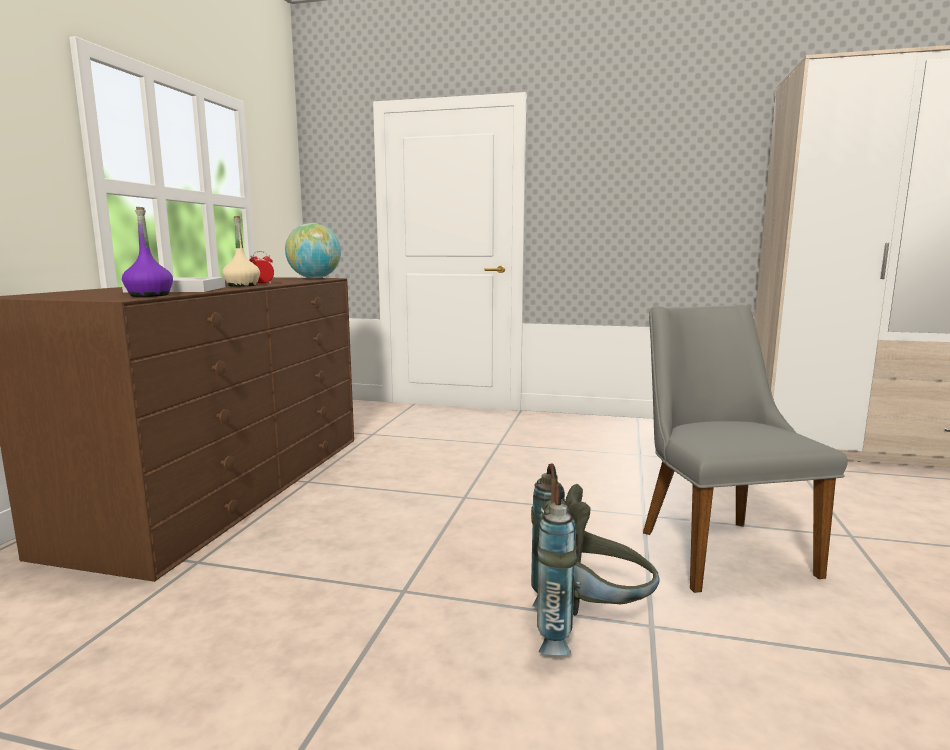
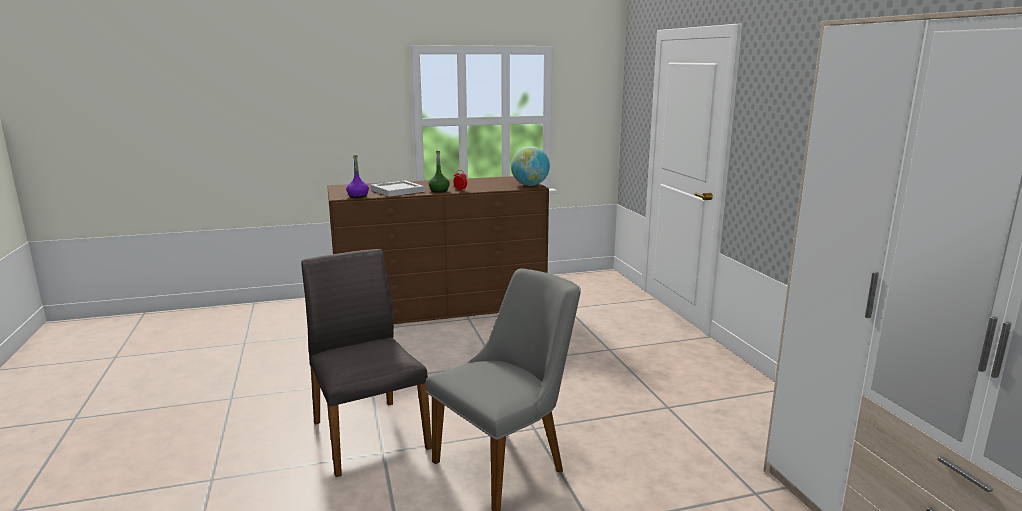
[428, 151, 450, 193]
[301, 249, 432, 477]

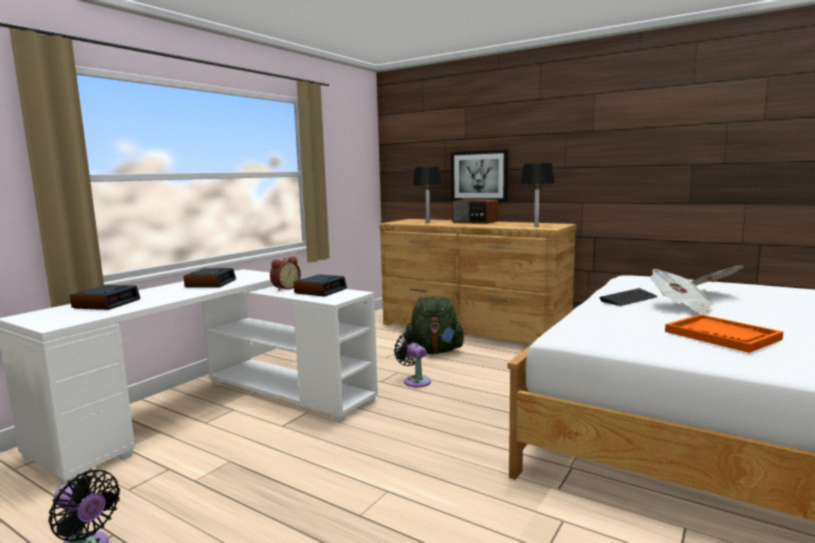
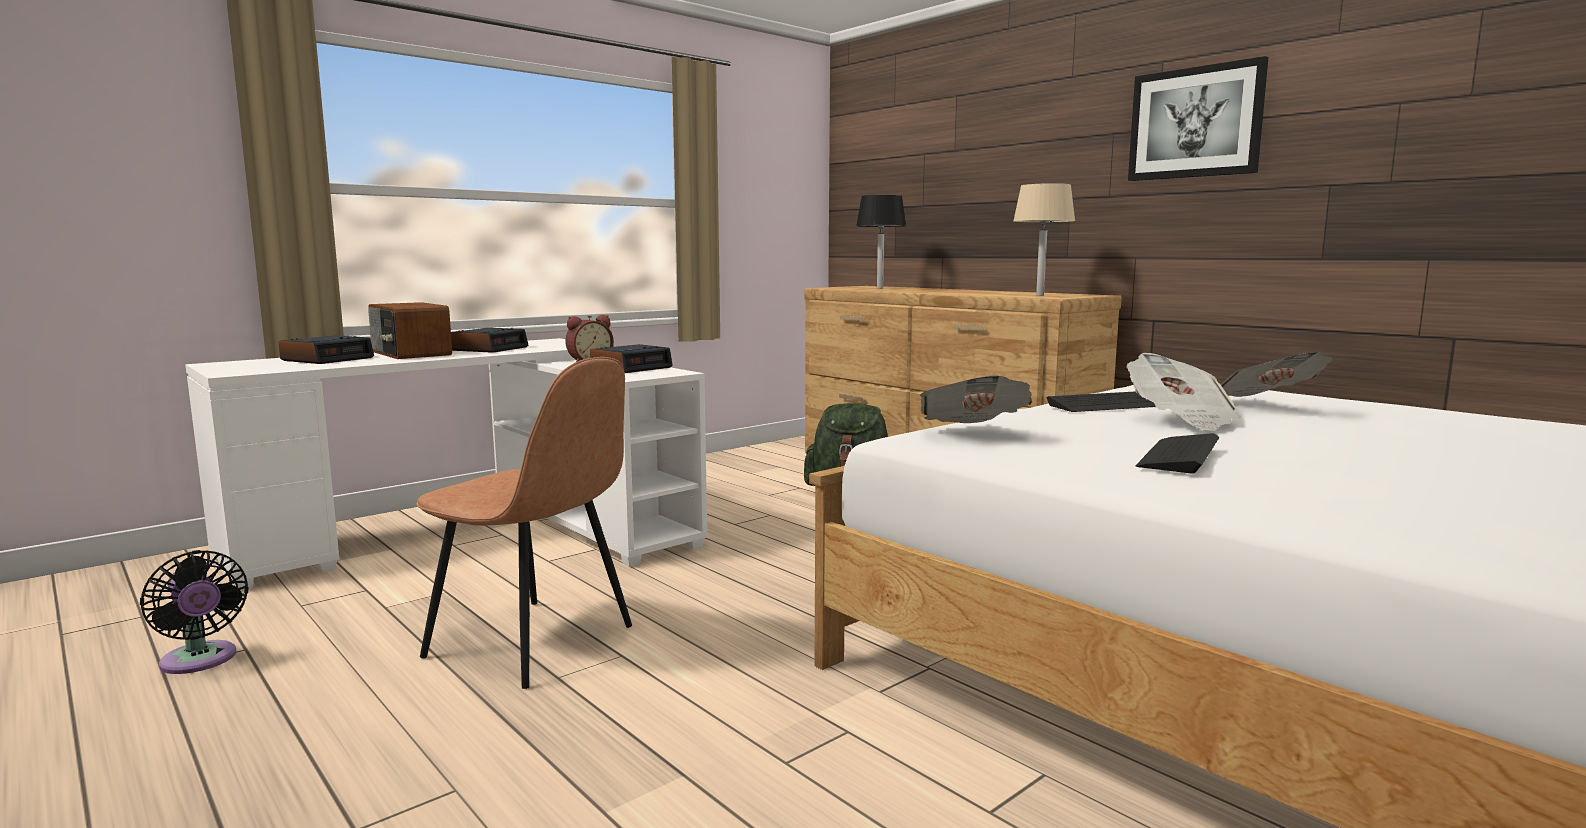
[394, 330, 431, 387] (first image)
[1128, 56, 1269, 181]
[368, 302, 452, 359]
[1013, 183, 1075, 296]
[1135, 433, 1219, 474]
[416, 357, 632, 689]
[920, 376, 1033, 423]

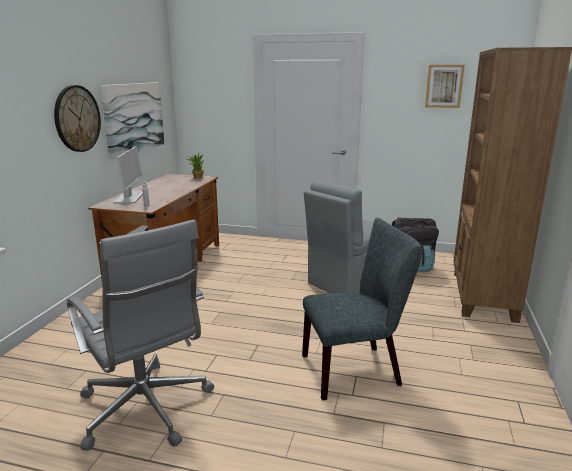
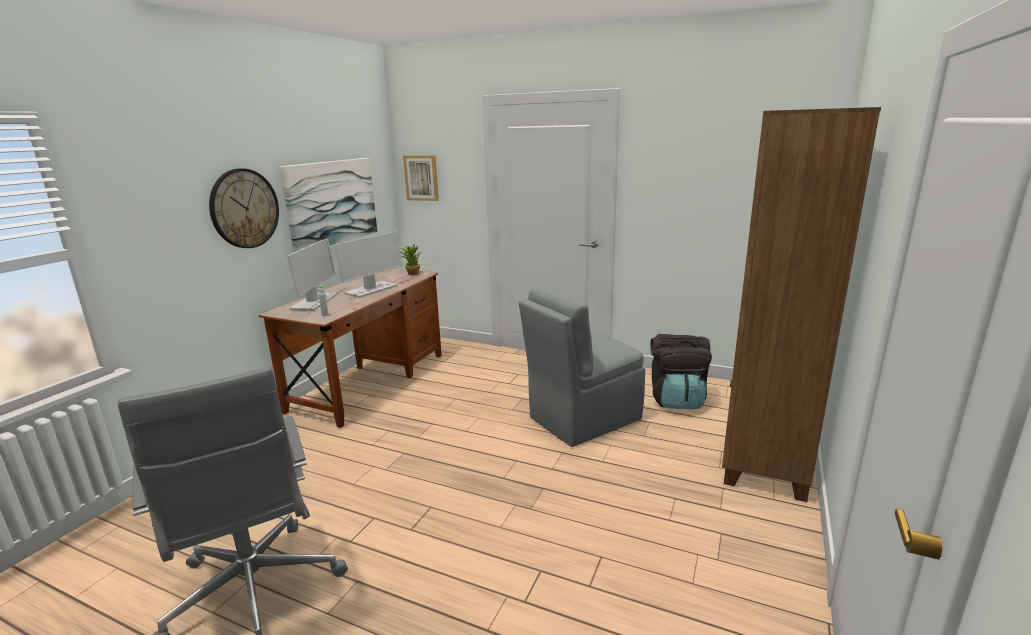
[302, 218, 422, 400] (first image)
[403, 155, 439, 201]
[334, 231, 402, 298]

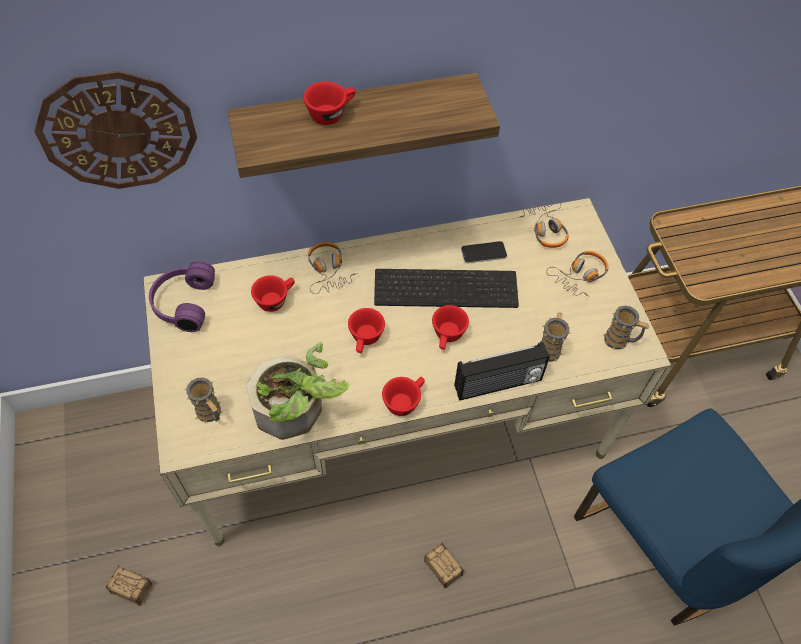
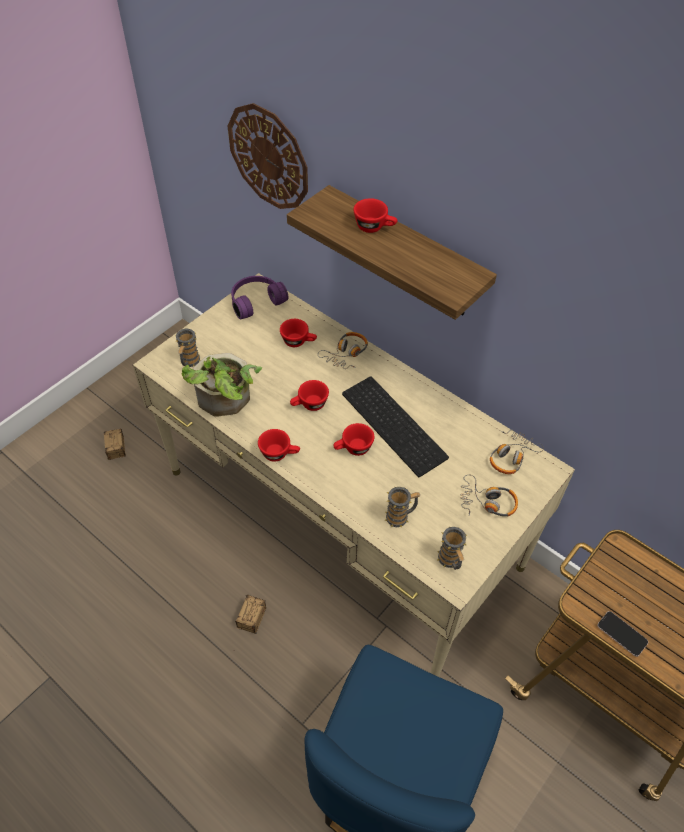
[454, 342, 550, 401] (first image)
[597, 611, 648, 657]

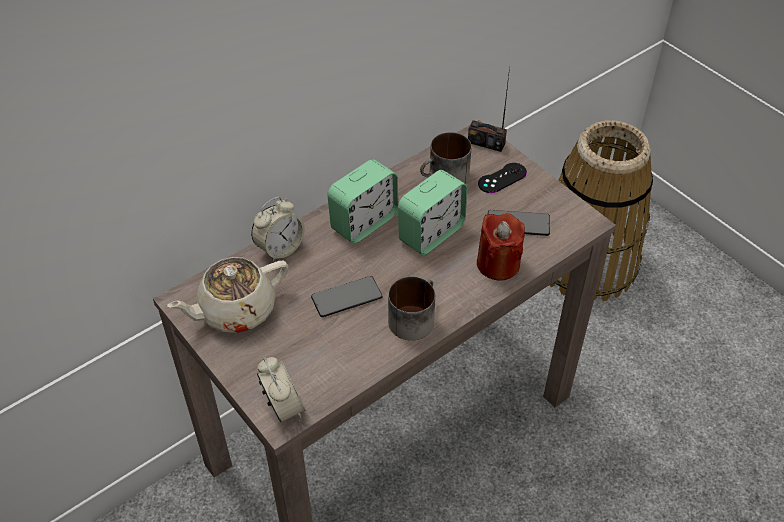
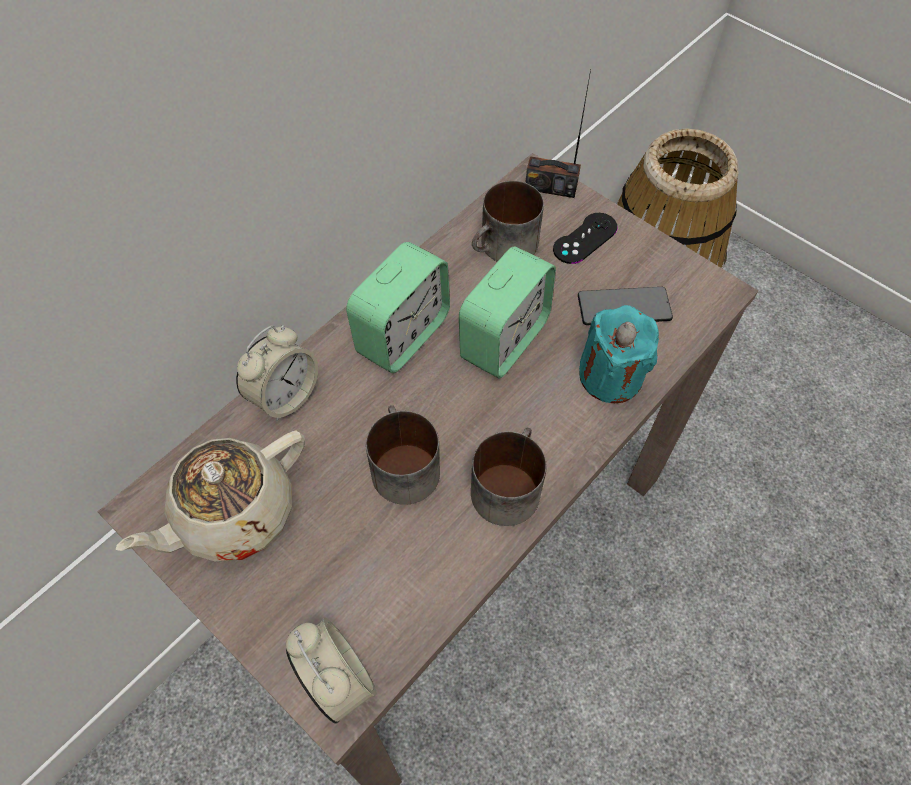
[366, 405, 440, 505]
[579, 305, 659, 403]

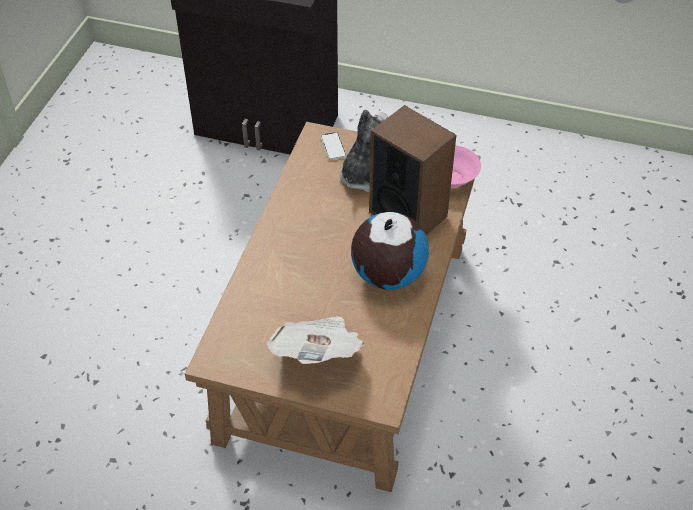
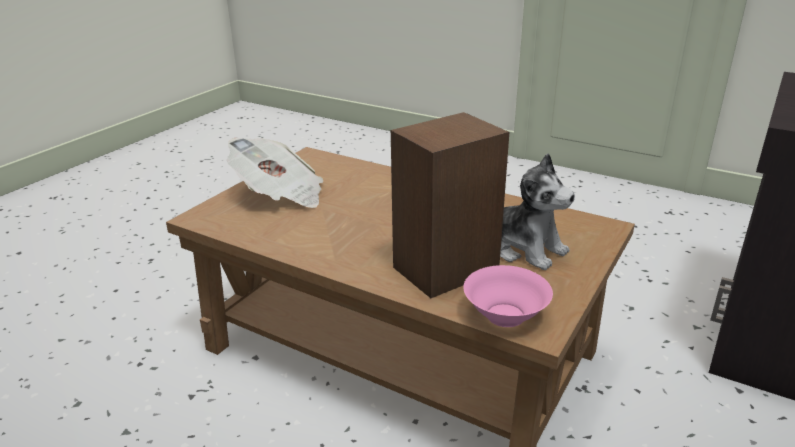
[320, 132, 347, 160] (first image)
[351, 212, 429, 290] (first image)

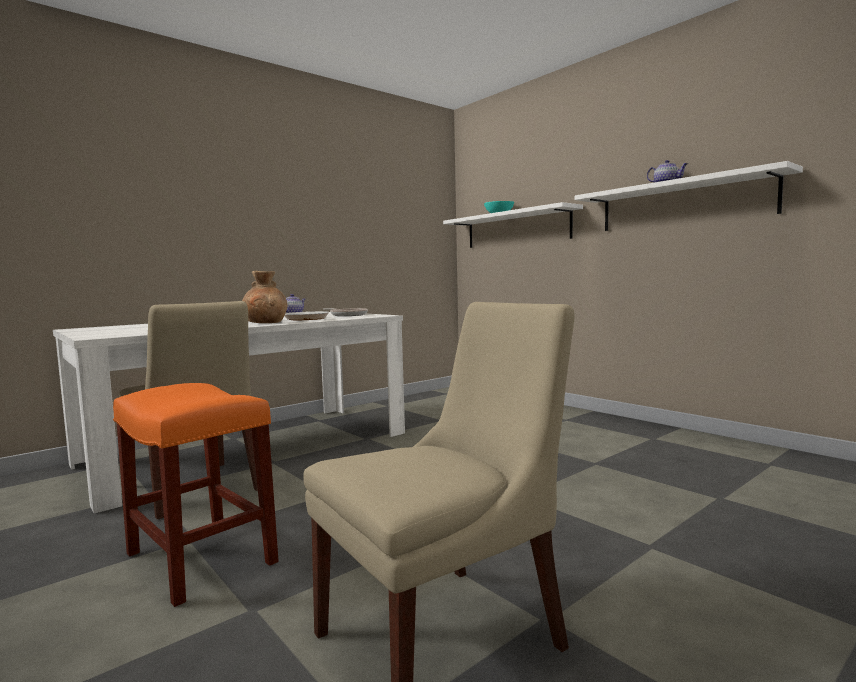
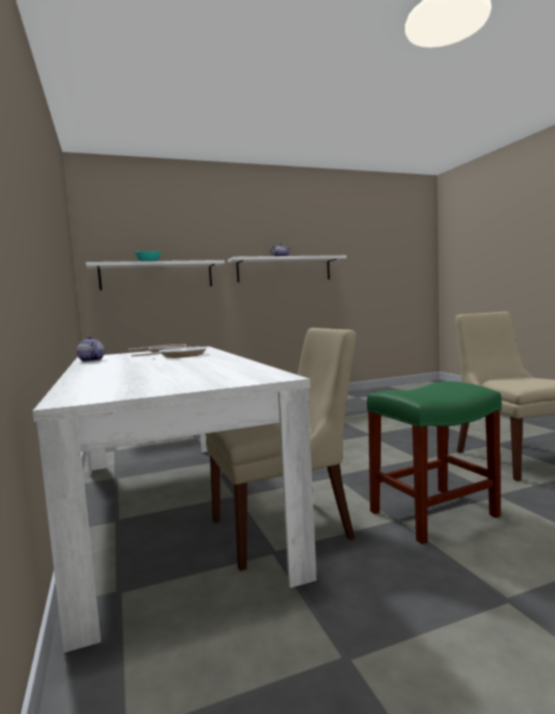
[367, 381, 502, 544]
[242, 271, 287, 323] (first image)

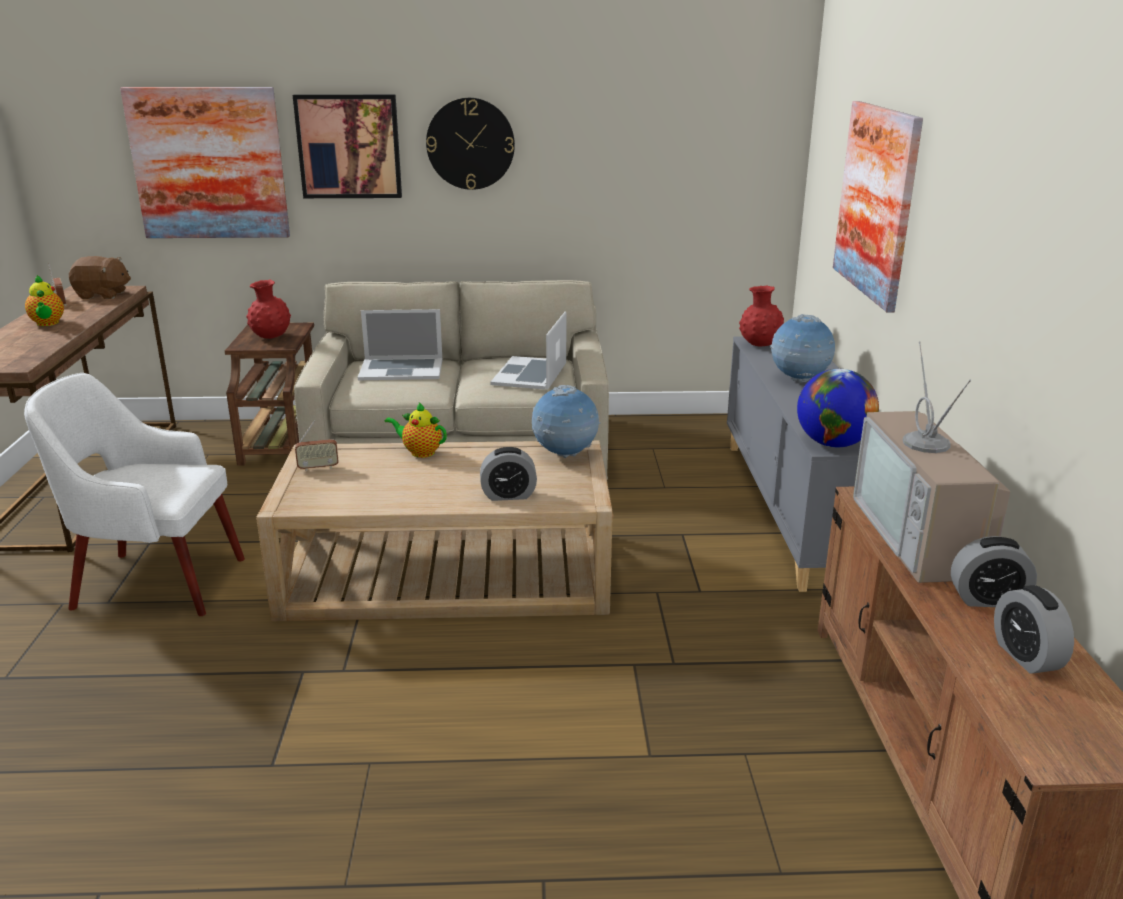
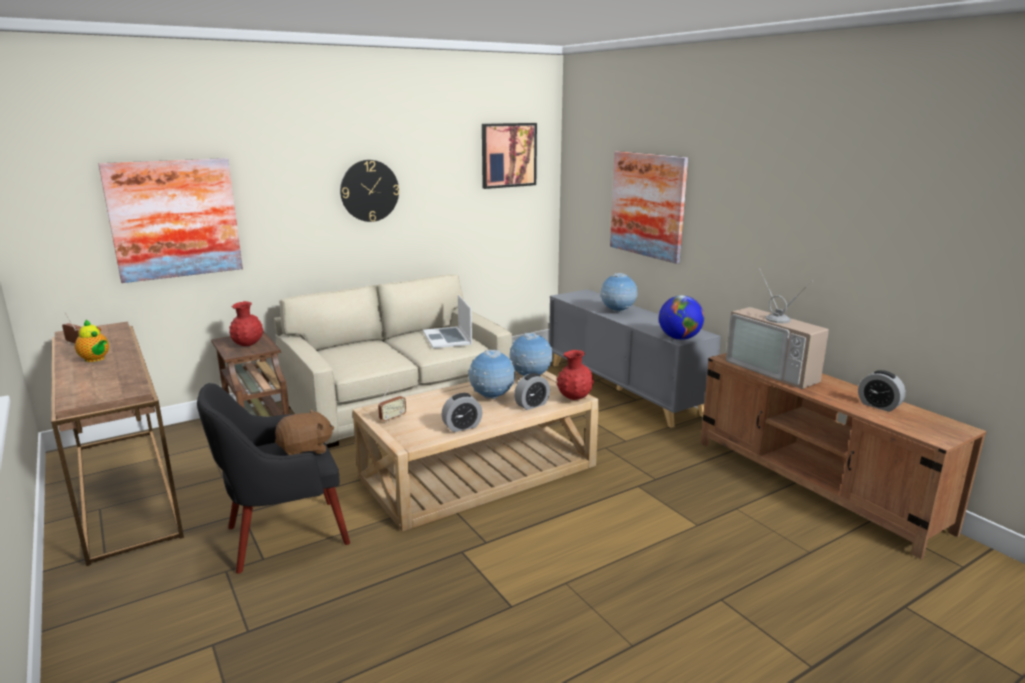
[197, 383, 350, 574]
[275, 409, 334, 455]
[482, 123, 537, 189]
[358, 309, 442, 380] (first image)
[385, 402, 447, 458] (first image)
[557, 350, 594, 400]
[441, 393, 482, 432]
[468, 350, 515, 399]

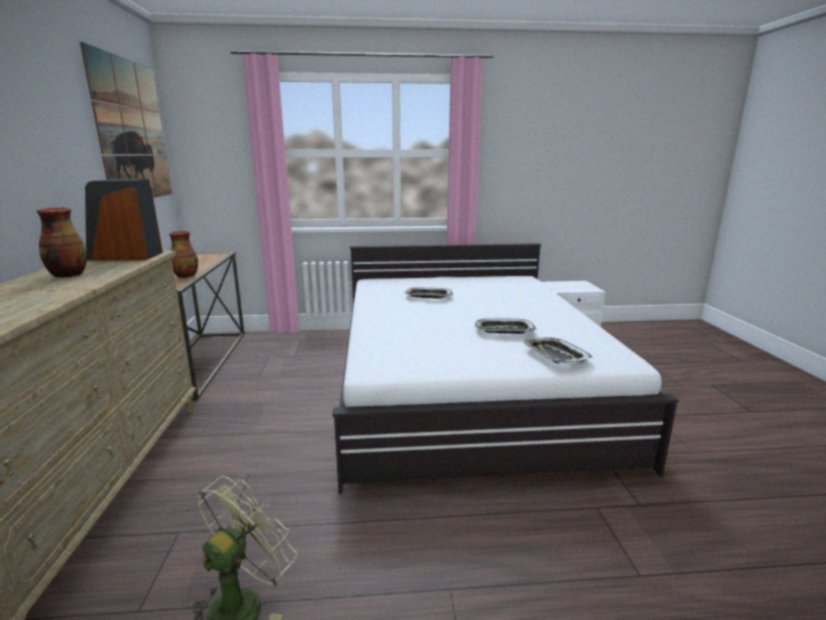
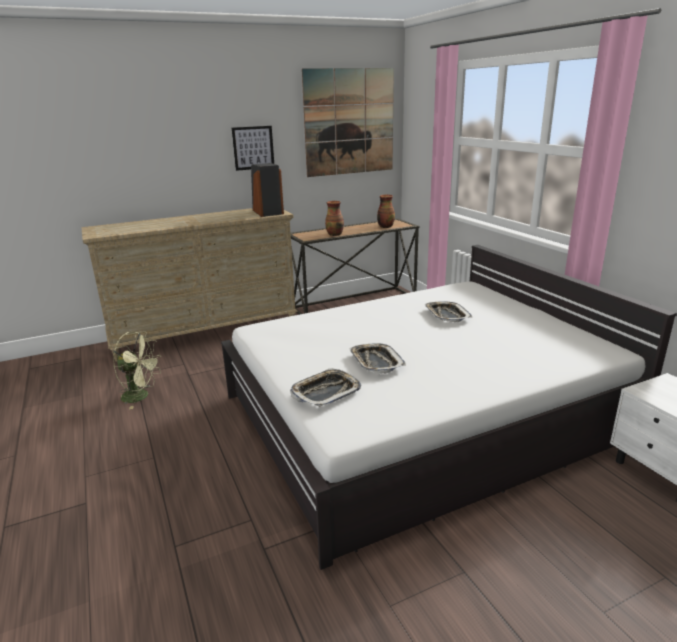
[377, 194, 395, 228]
[232, 126, 274, 171]

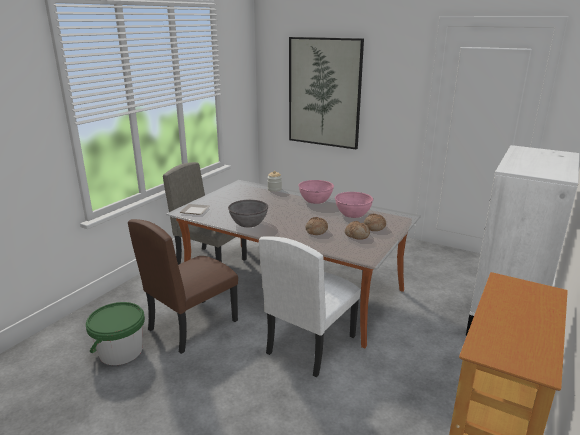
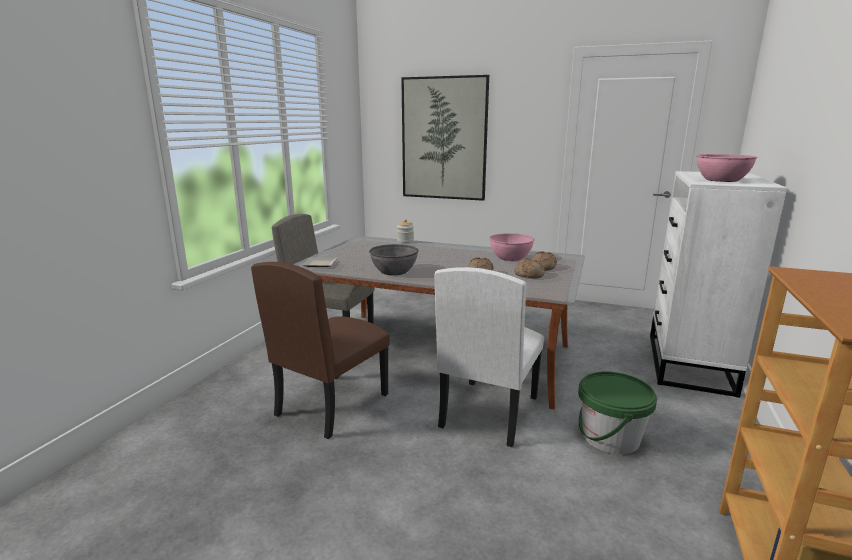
[578, 371, 657, 454]
[696, 154, 758, 182]

